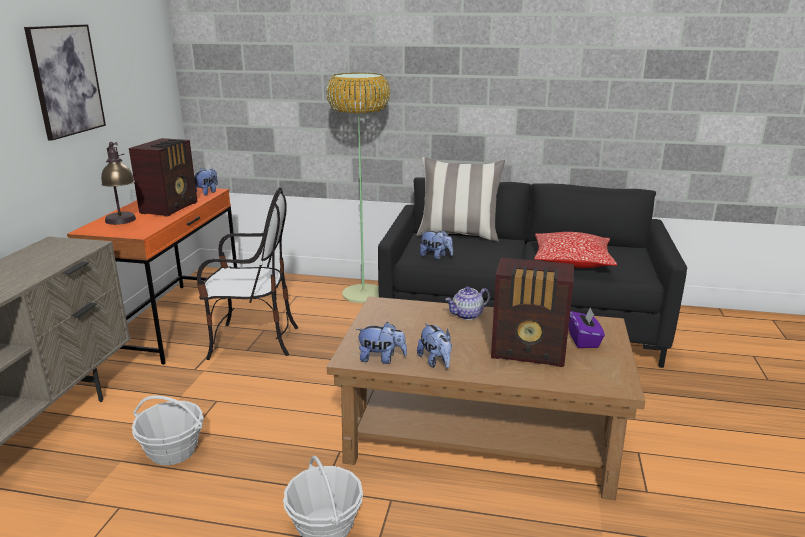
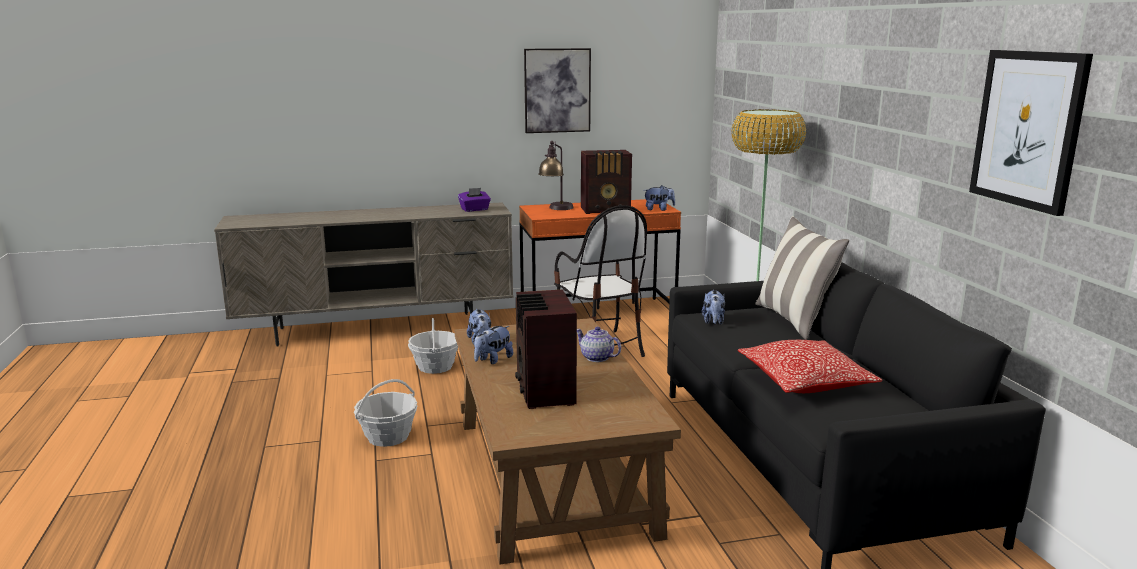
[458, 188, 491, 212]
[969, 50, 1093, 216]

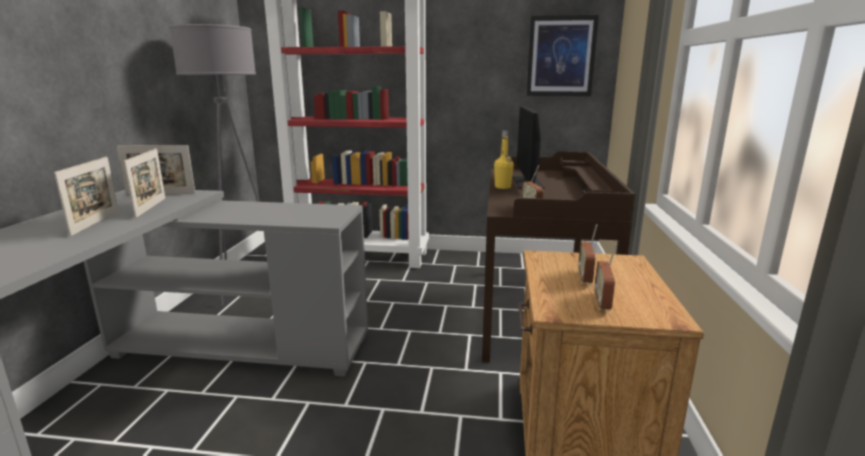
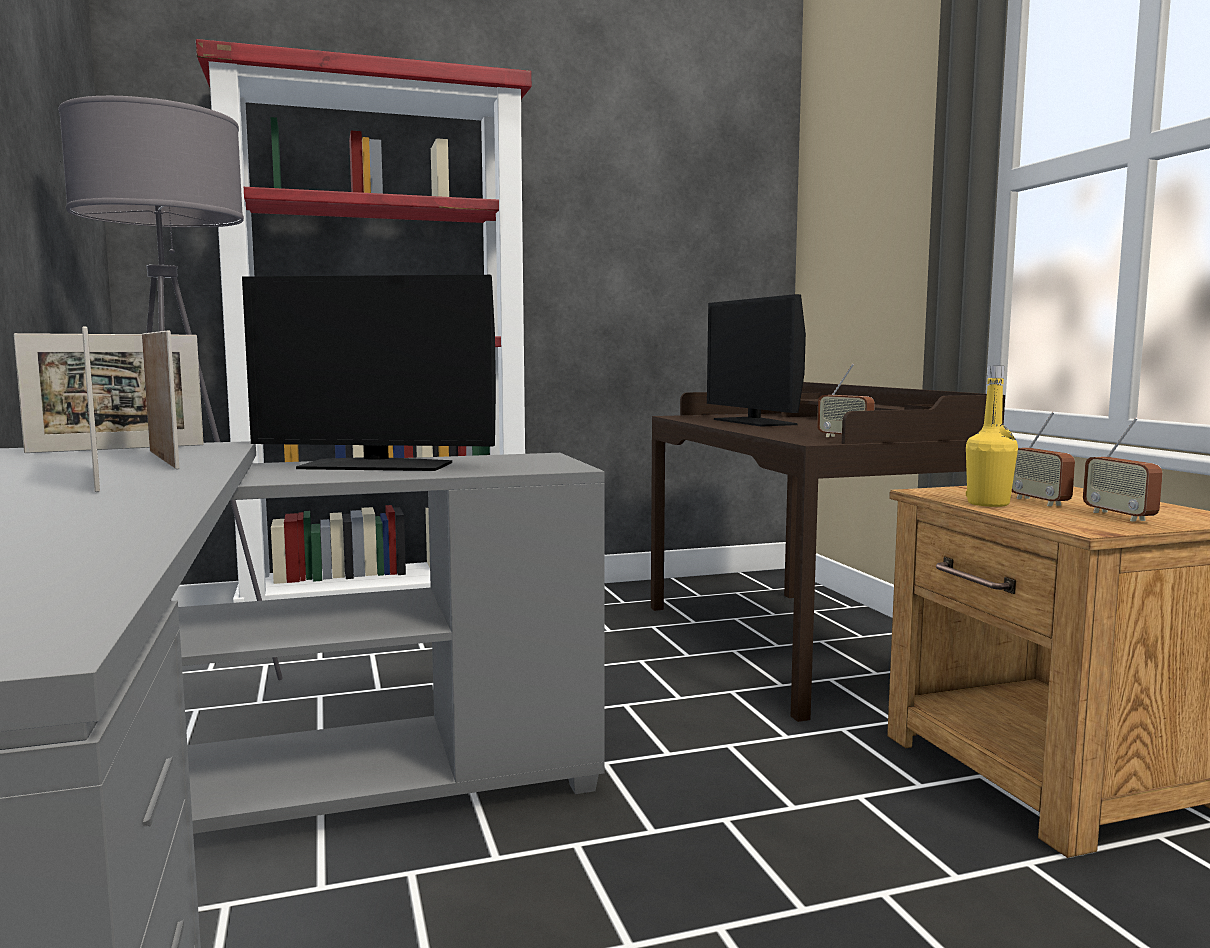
[966, 366, 1018, 507]
[526, 15, 599, 96] (first image)
[242, 275, 496, 471]

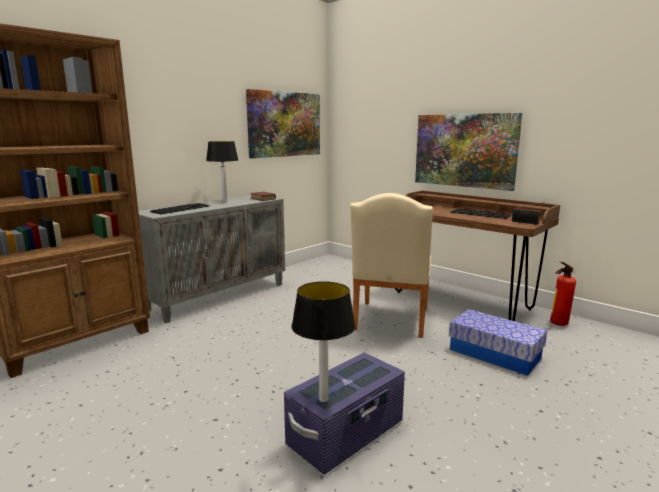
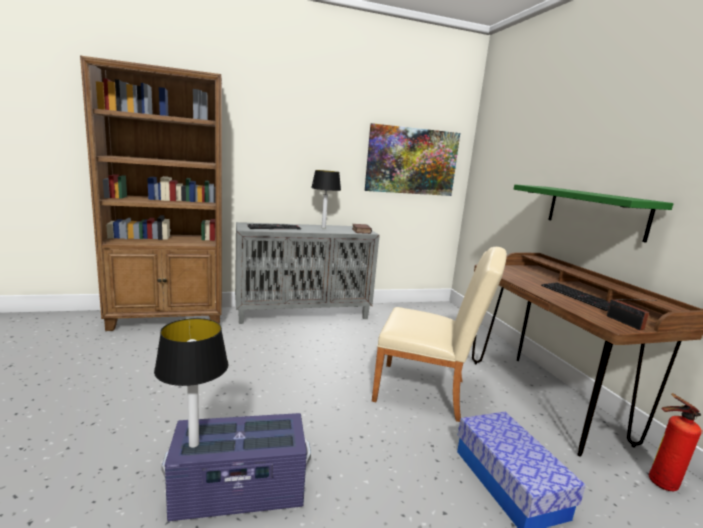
[372, 247, 507, 422]
[514, 184, 674, 243]

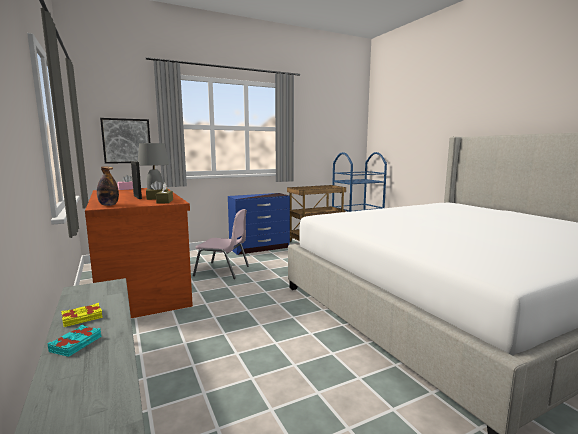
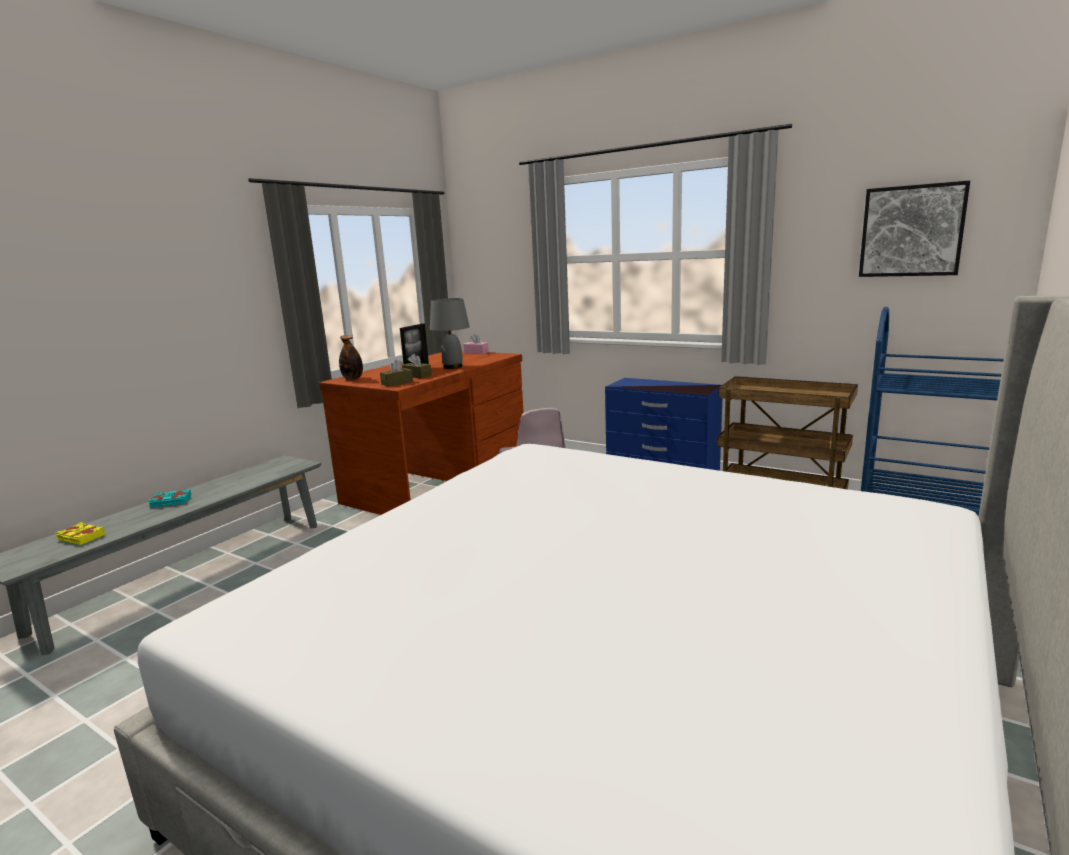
[56, 522, 105, 545]
[859, 181, 970, 277]

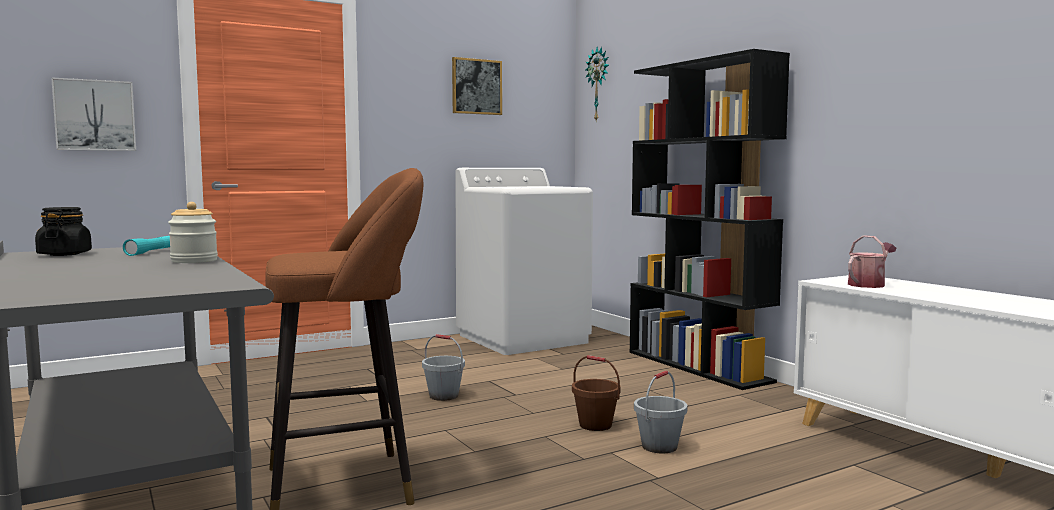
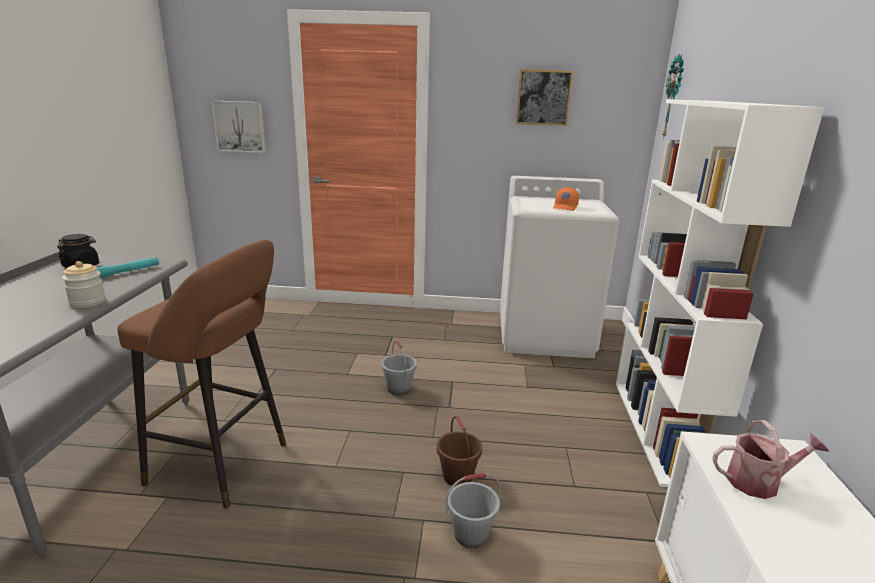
[616, 99, 825, 487]
[553, 187, 579, 211]

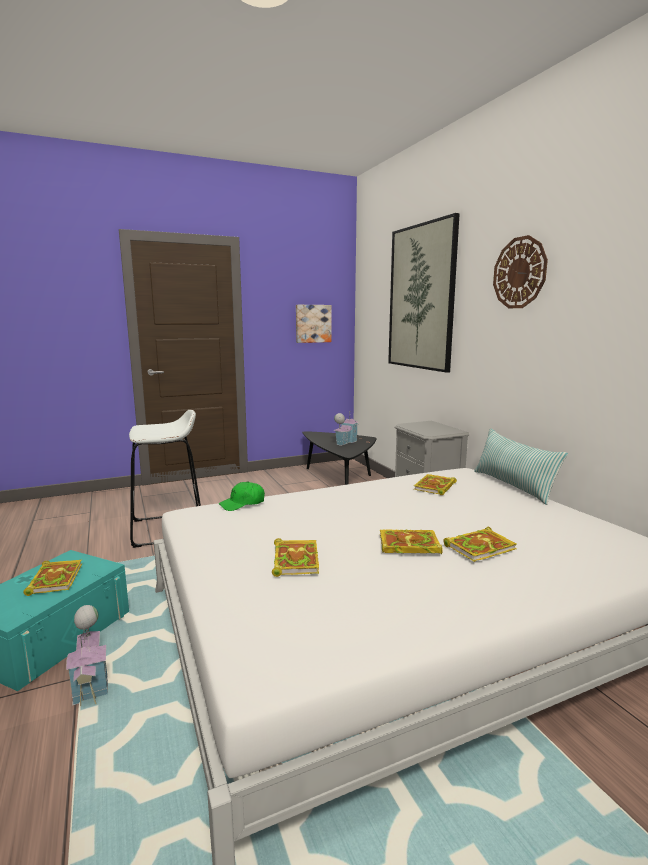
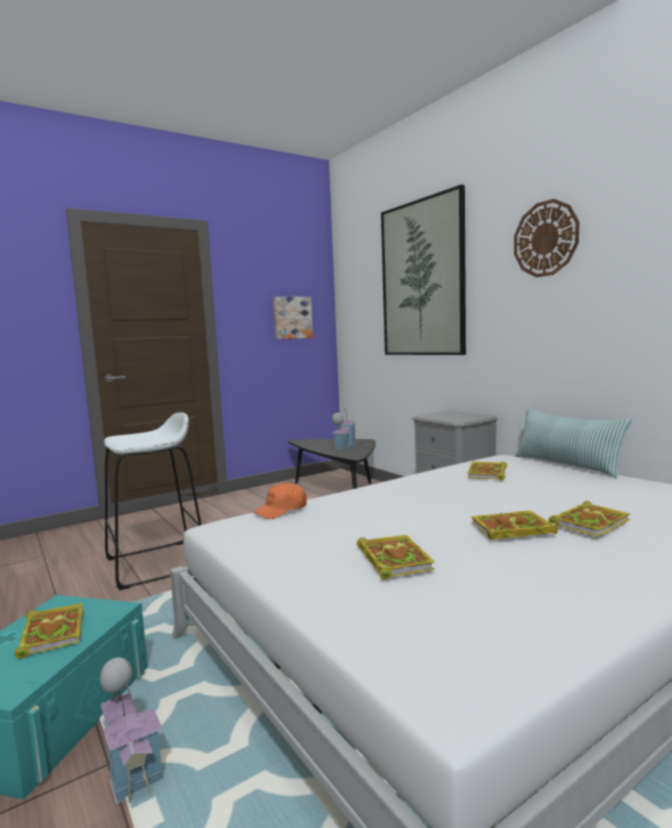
[253, 482, 307, 519]

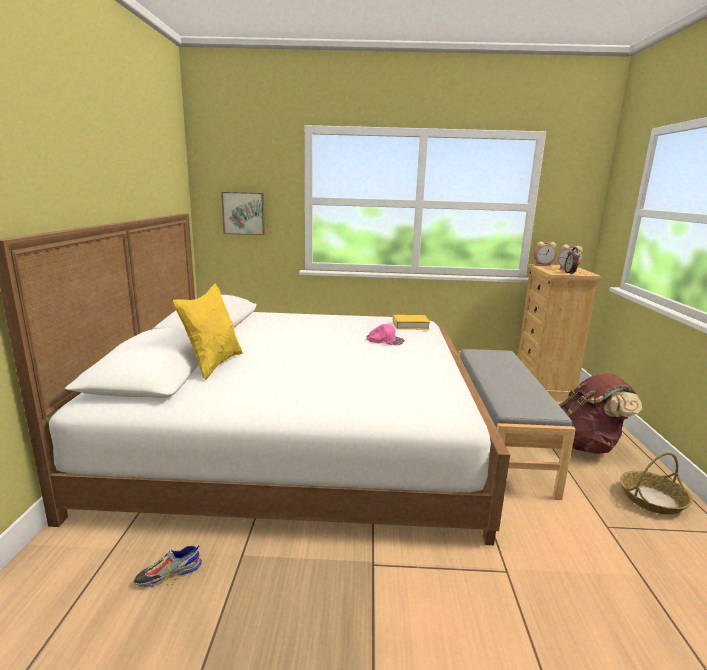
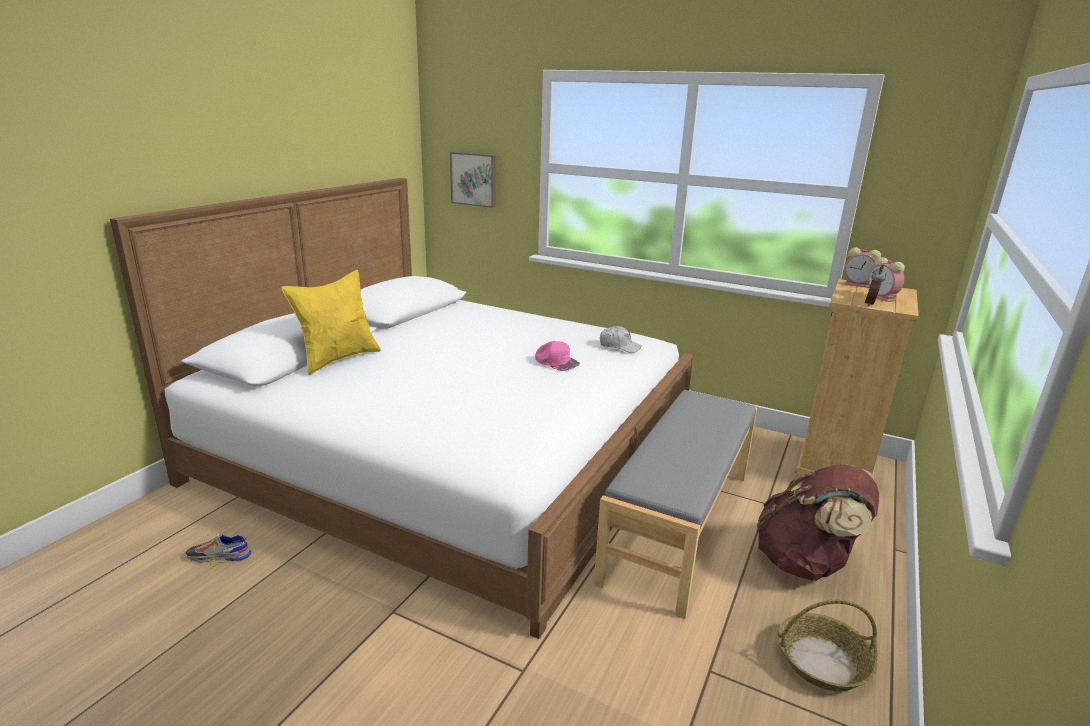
[600, 326, 642, 353]

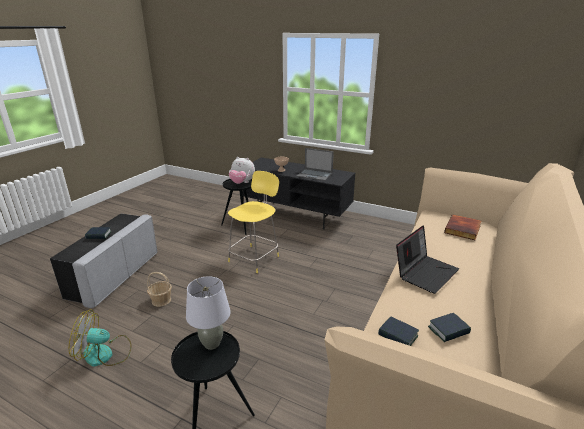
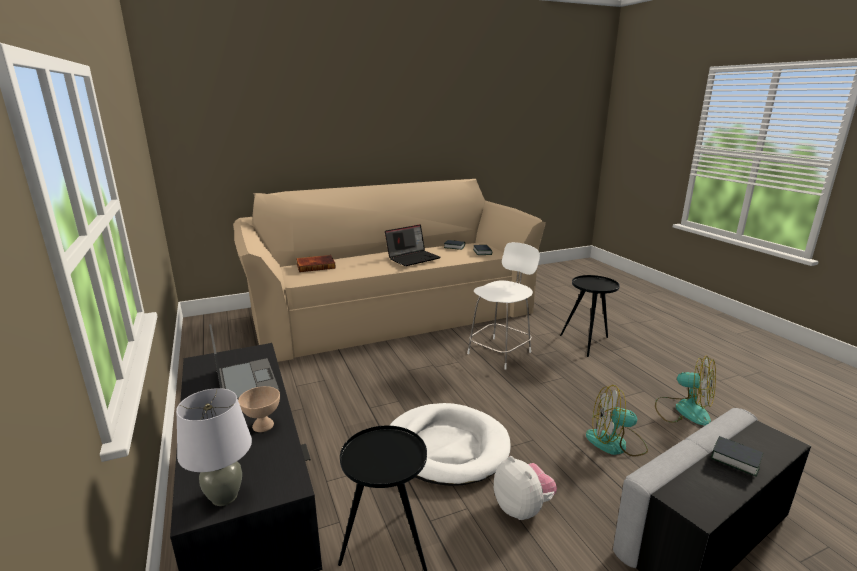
[586, 385, 648, 457]
[176, 388, 252, 506]
[389, 403, 511, 486]
[494, 456, 557, 520]
[385, 224, 441, 266]
[467, 242, 540, 370]

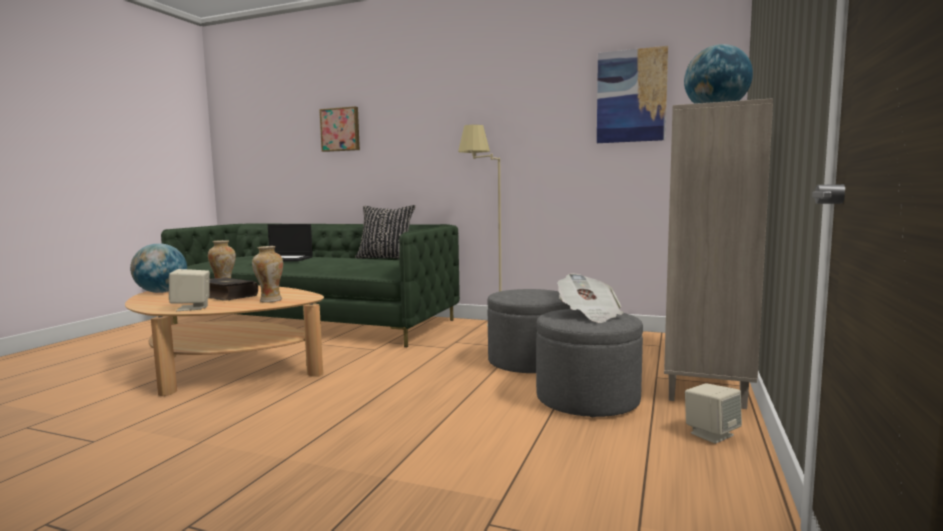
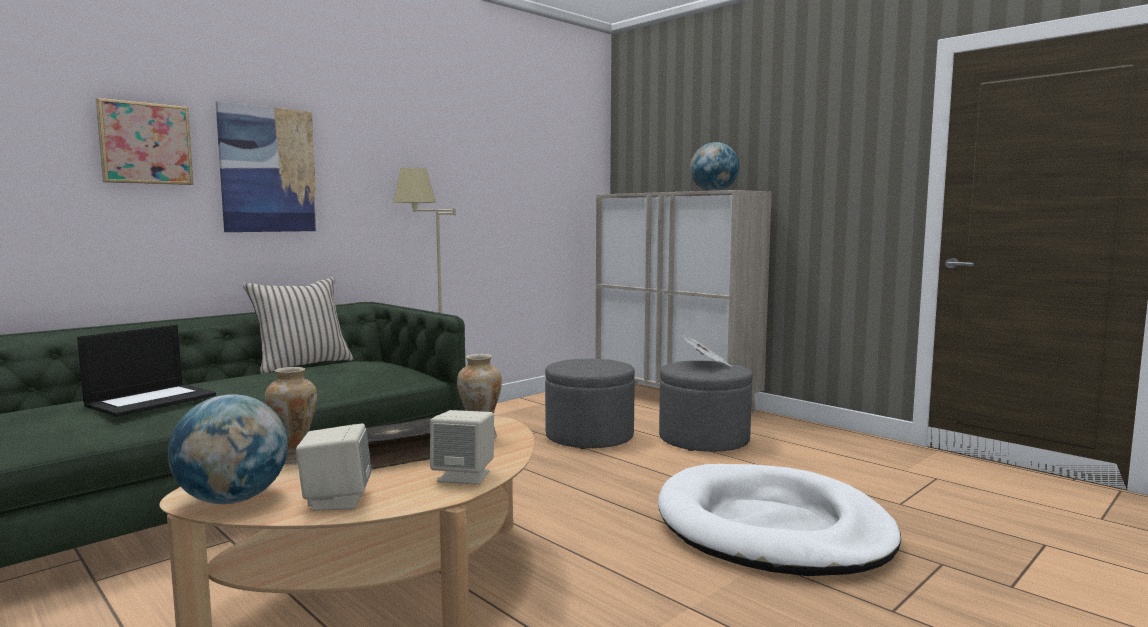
[243, 277, 354, 374]
[216, 101, 318, 232]
[296, 424, 372, 511]
[658, 464, 901, 576]

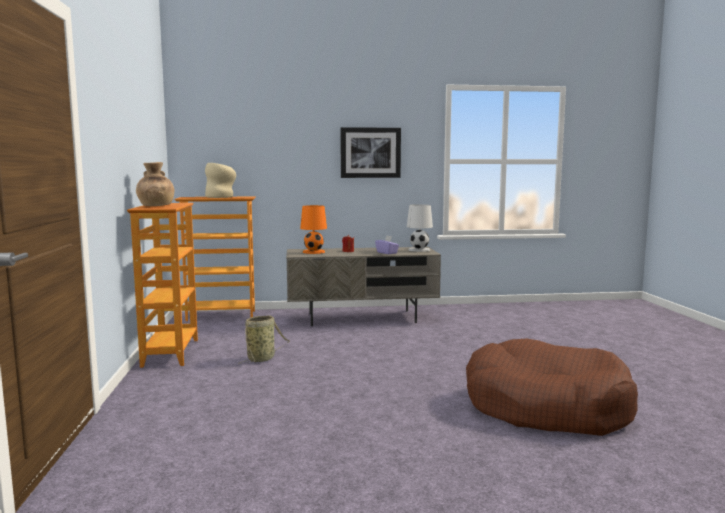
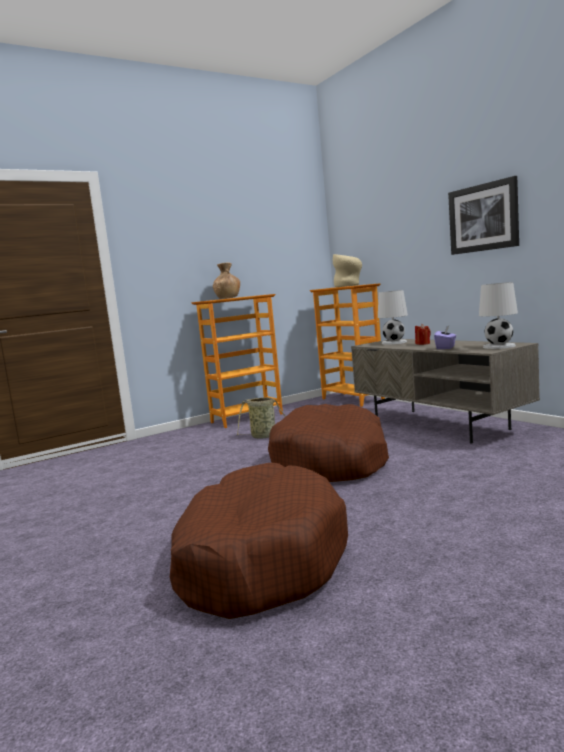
[378, 290, 408, 345]
[268, 404, 389, 482]

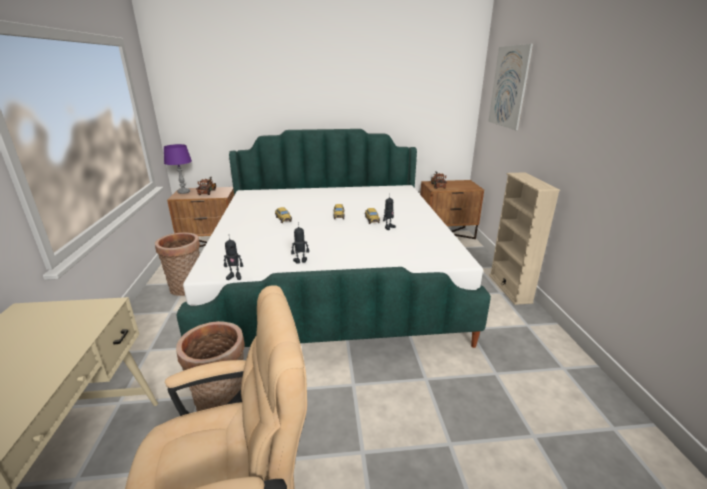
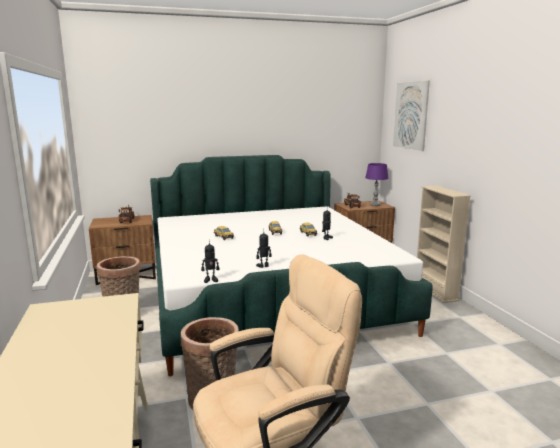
[365, 163, 389, 206]

